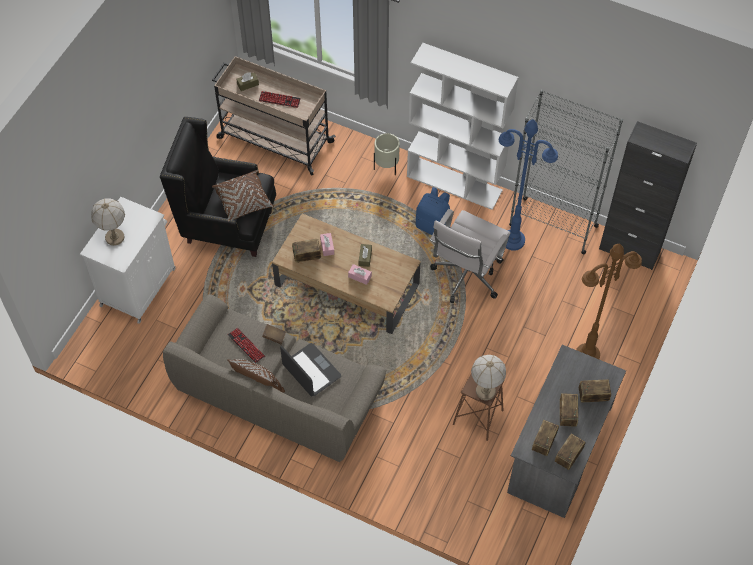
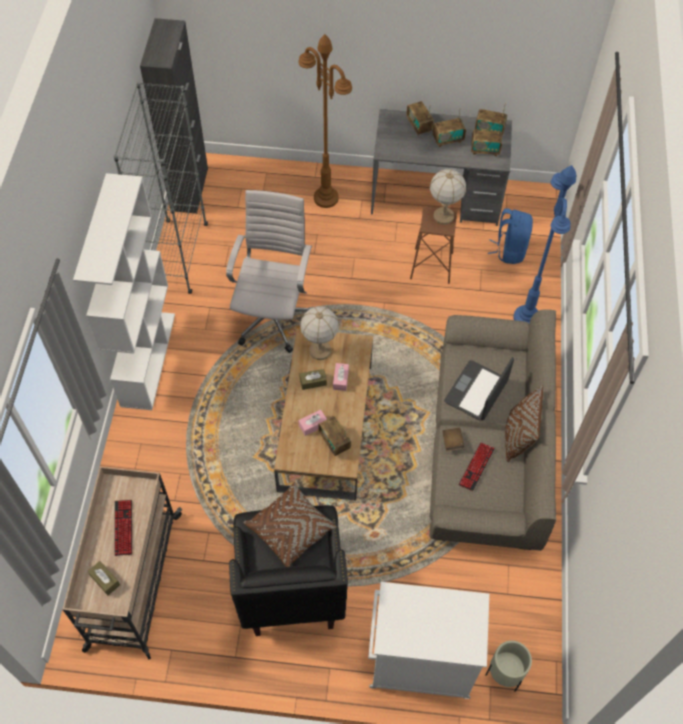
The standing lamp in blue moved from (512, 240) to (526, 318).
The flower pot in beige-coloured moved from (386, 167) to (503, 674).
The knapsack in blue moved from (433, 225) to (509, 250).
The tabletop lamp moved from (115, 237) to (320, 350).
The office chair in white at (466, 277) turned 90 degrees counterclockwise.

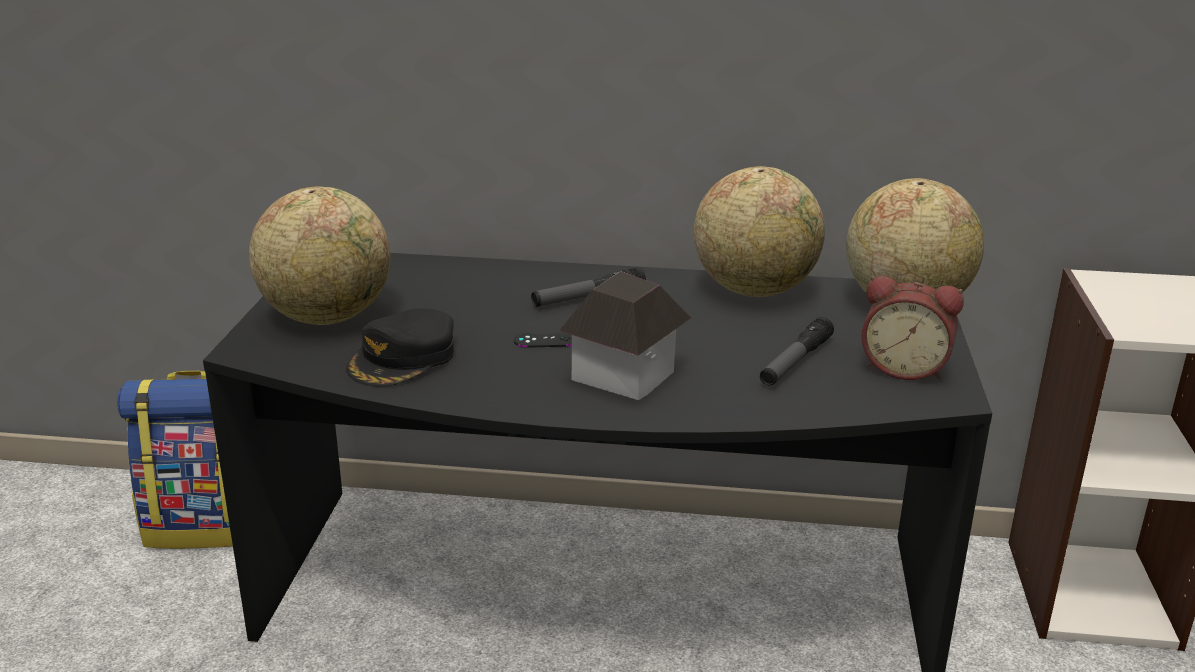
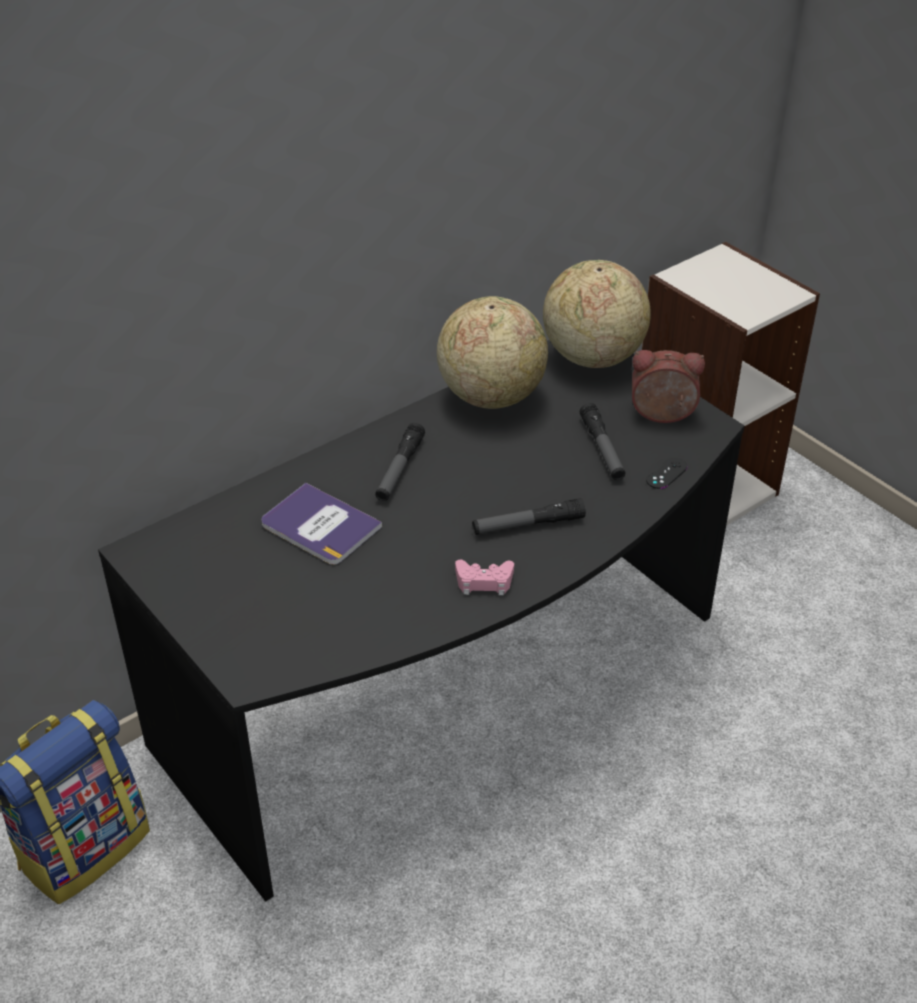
The desk globe at (327, 317) disappeared.
The model house at (624, 375) was replaced by the hand torch at (528, 525).
The bedside clock at (904, 368) turned 150 degrees counterclockwise.
The peaked cap in black-coloured at (403, 359) disappeared.
The joypad in black-coloured moved from (546, 340) to (666, 473).
The book at (320, 526) appeared.
The joypad in pinkish at (484, 582) appeared.

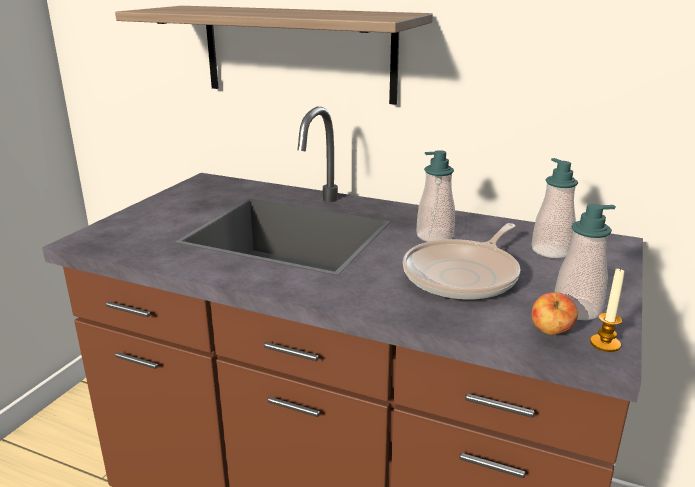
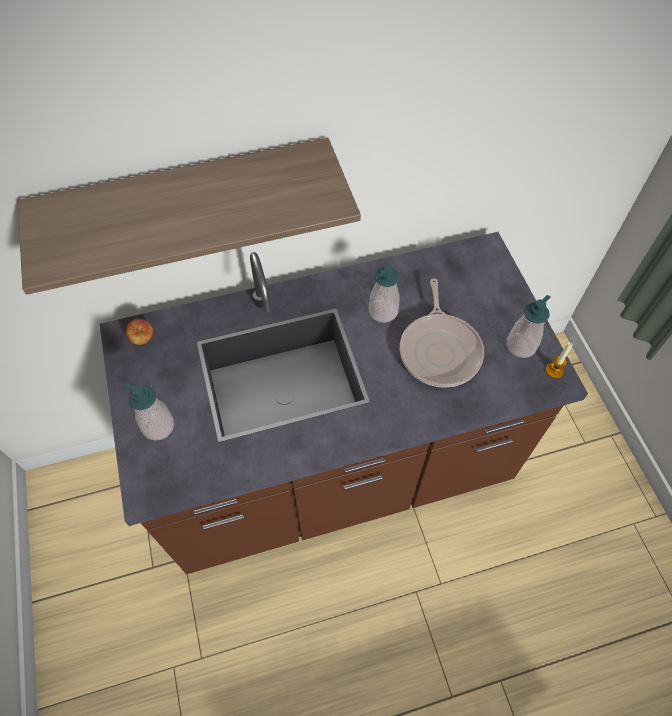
The soap dispenser moved from (551, 251) to (158, 426).
The apple fruit moved from (551, 332) to (142, 339).

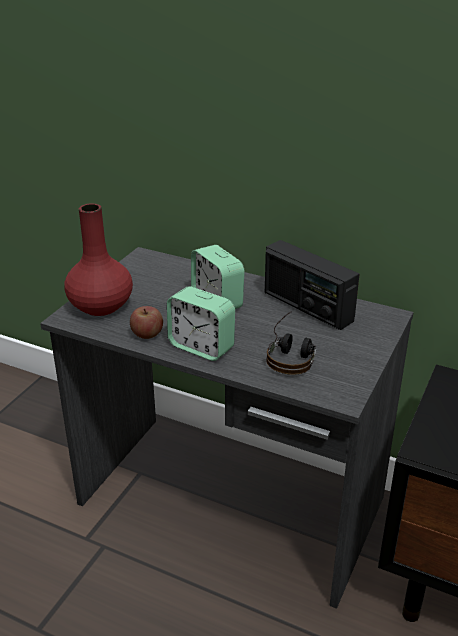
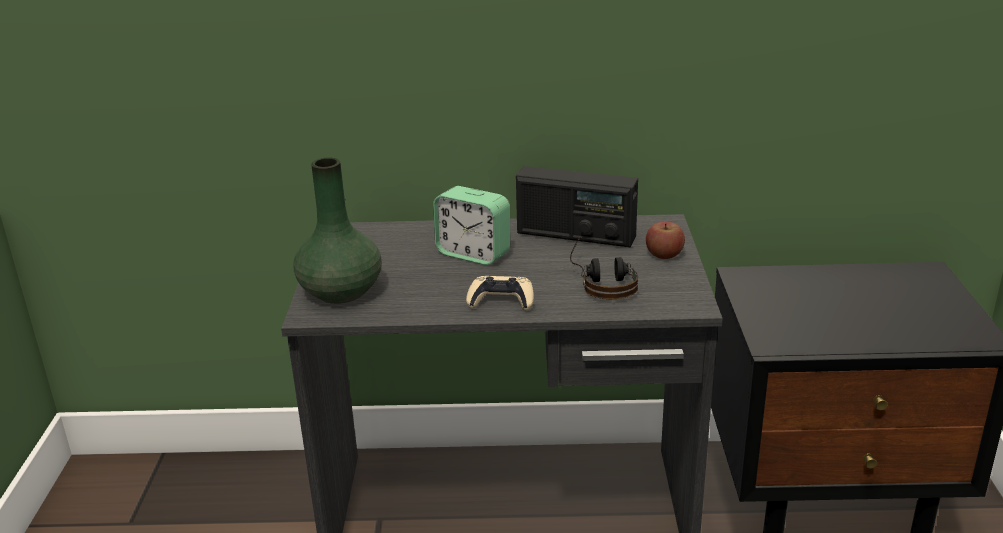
The decorative vase in red-coloured at (101, 306) became the decorative vase in green-coloured at (341, 291).
The bedside clock at (201, 347) was replaced by the joypad in beige-coloured at (501, 300).
The apple fruit moved from (147, 334) to (664, 254).

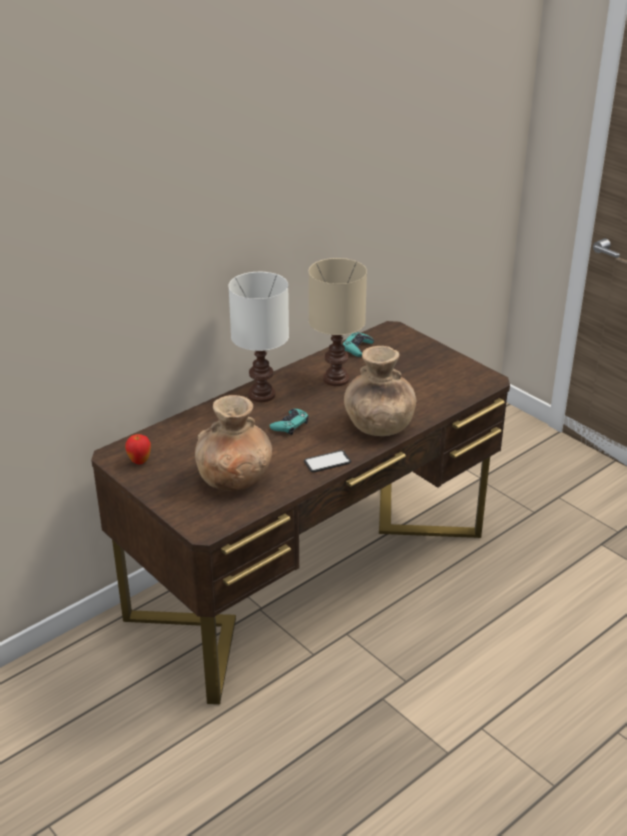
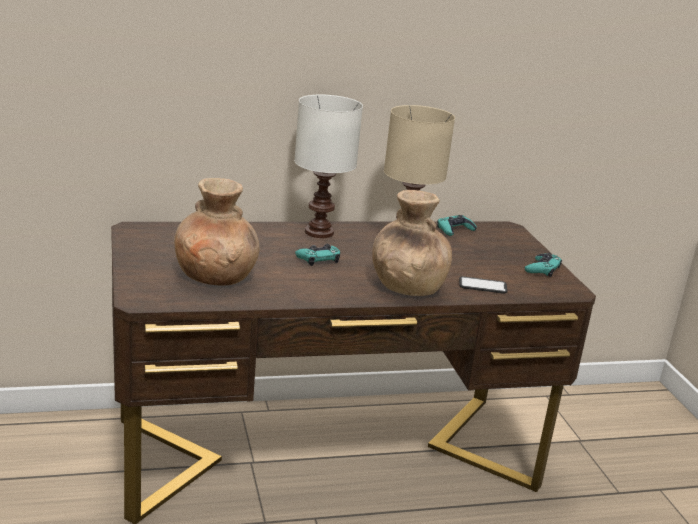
The apple fruit at (139, 461) disappeared.
The phone moved from (327, 462) to (482, 286).
The joypad in turquoise at (542, 269) appeared.

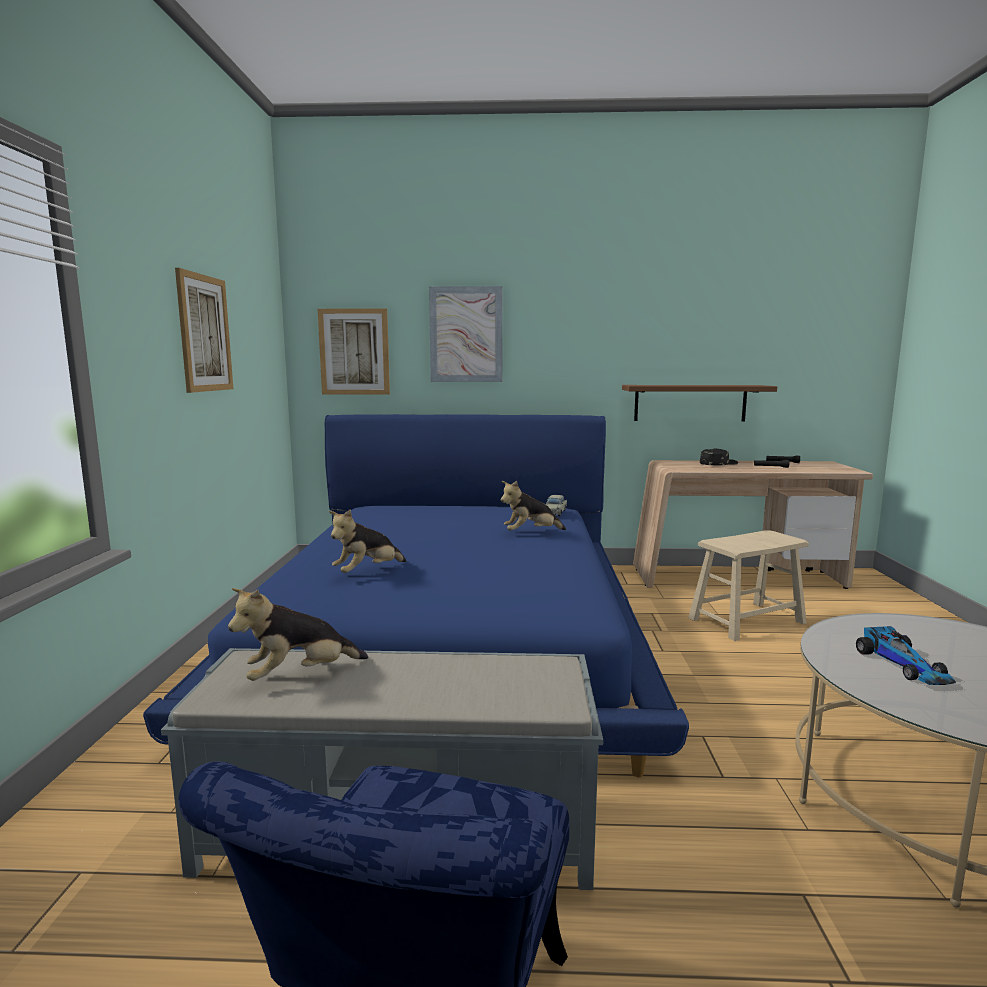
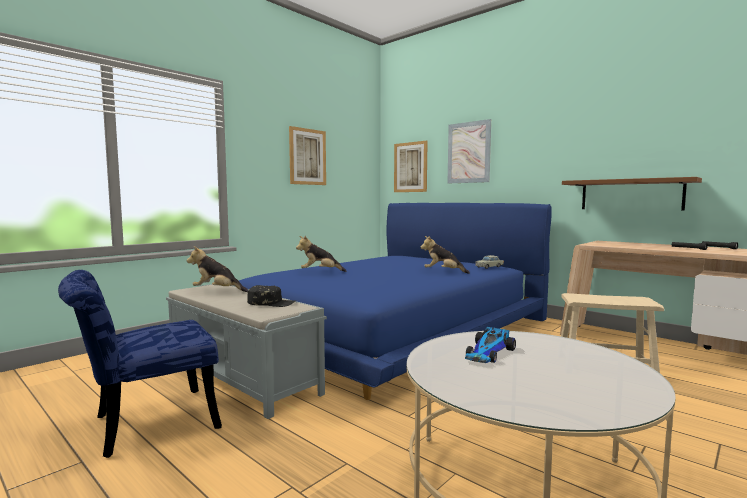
The peaked cap in black-coloured moved from (718, 463) to (271, 303).

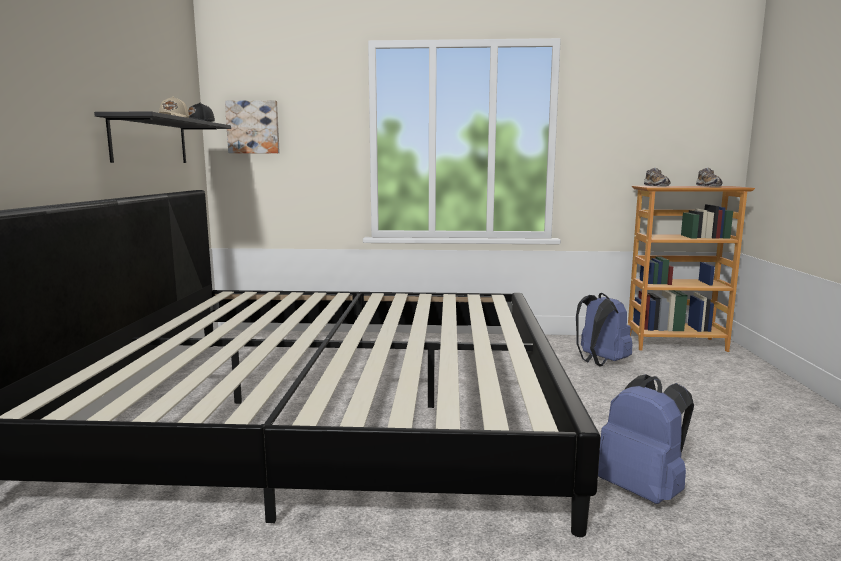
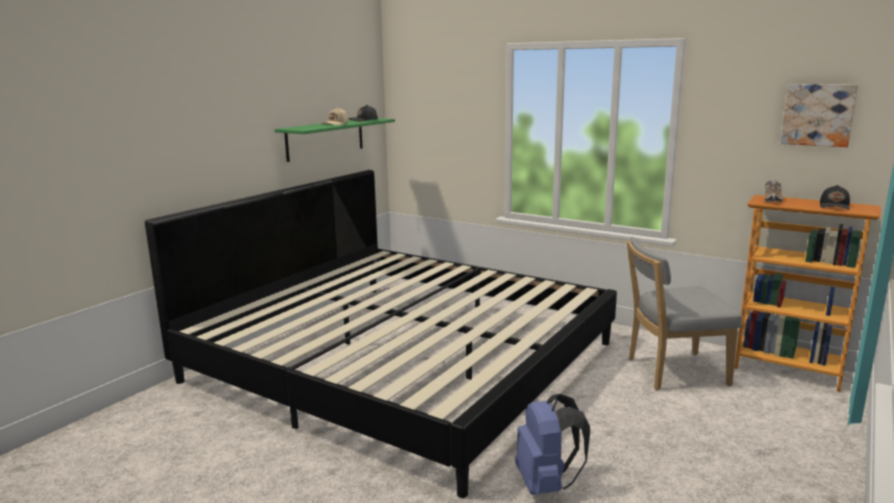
The picture moved from (253, 127) to (818, 114).
The bracket shelf in black-coloured at (150, 141) became the bracket shelf in green-coloured at (325, 138).
The item of footwear at (708, 186) was replaced by the peaked cap in black-coloured at (835, 206).
The knapsack in blue at (600, 362) was replaced by the chair in grey at (672, 372).

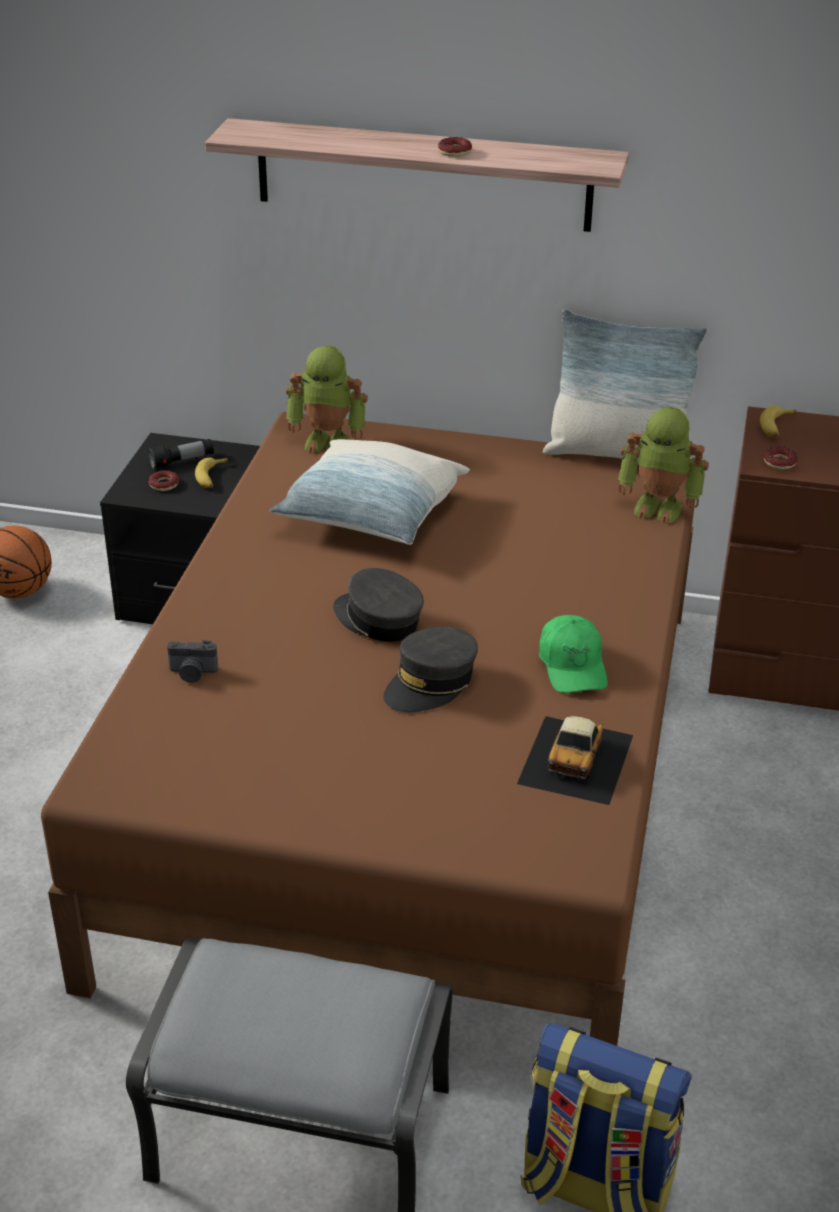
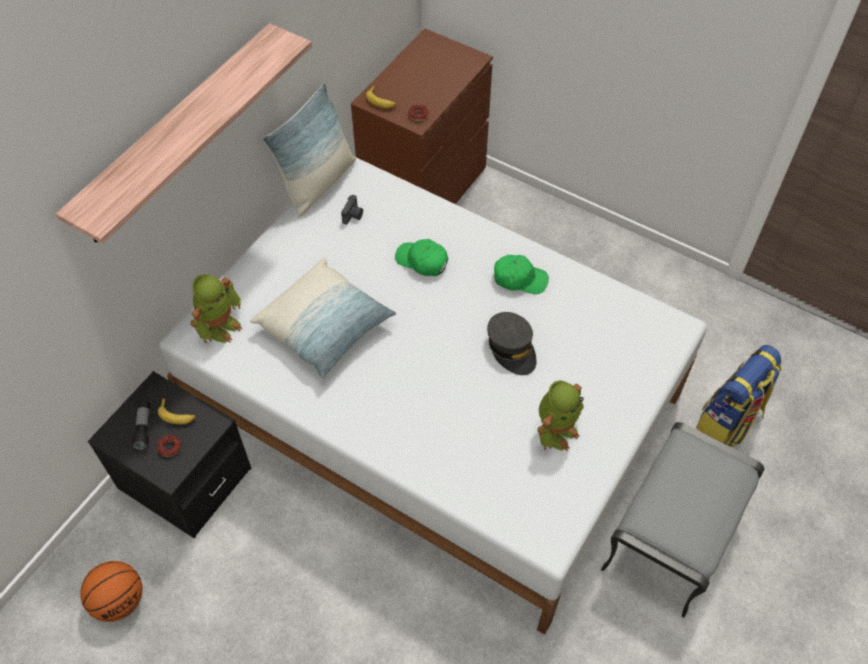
The donut at (454, 152) disappeared.
The robot figure moved from (659, 507) to (556, 430).
The sleeping bed in brown at (419, 779) became the sleeping bed in white at (434, 404).
The peaked cap in grey at (377, 619) disappeared.
The still camera moved from (192, 673) to (353, 216).
The miniature car at (577, 758) disappeared.
The peaked cap in green-coloured at (422, 261) appeared.

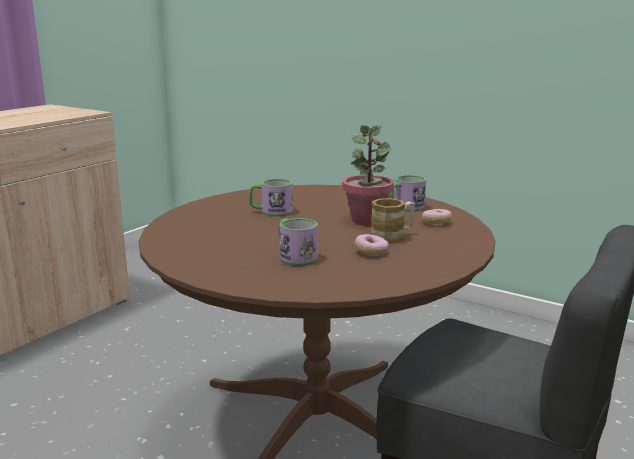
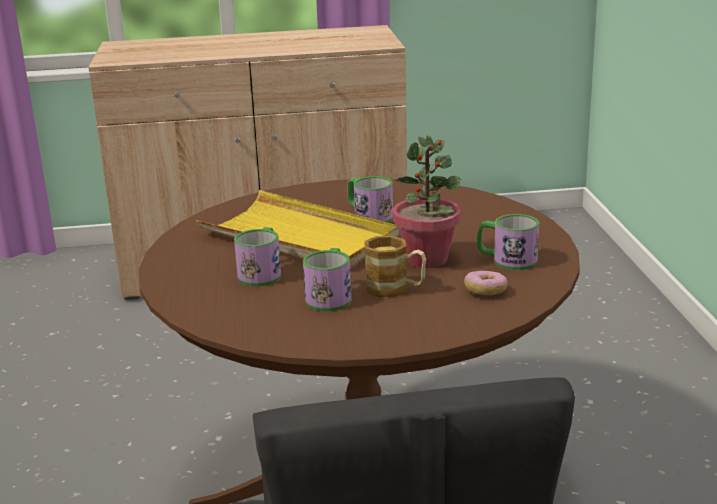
The donut at (371, 252) was replaced by the mug at (330, 296).
The serving tray in yellowish at (299, 237) appeared.

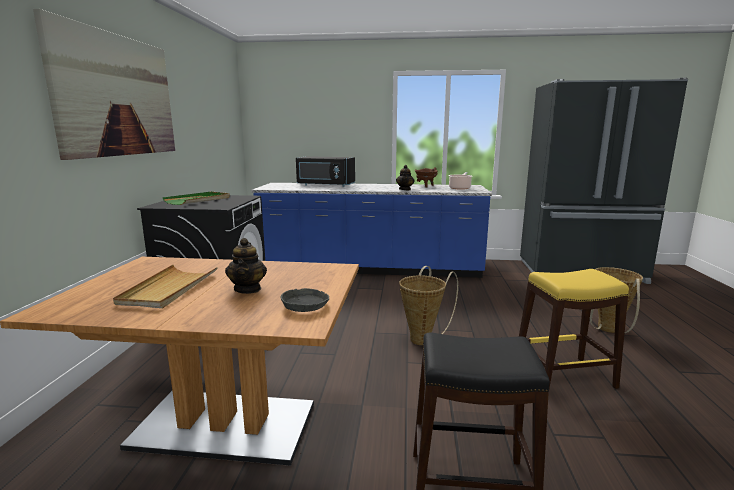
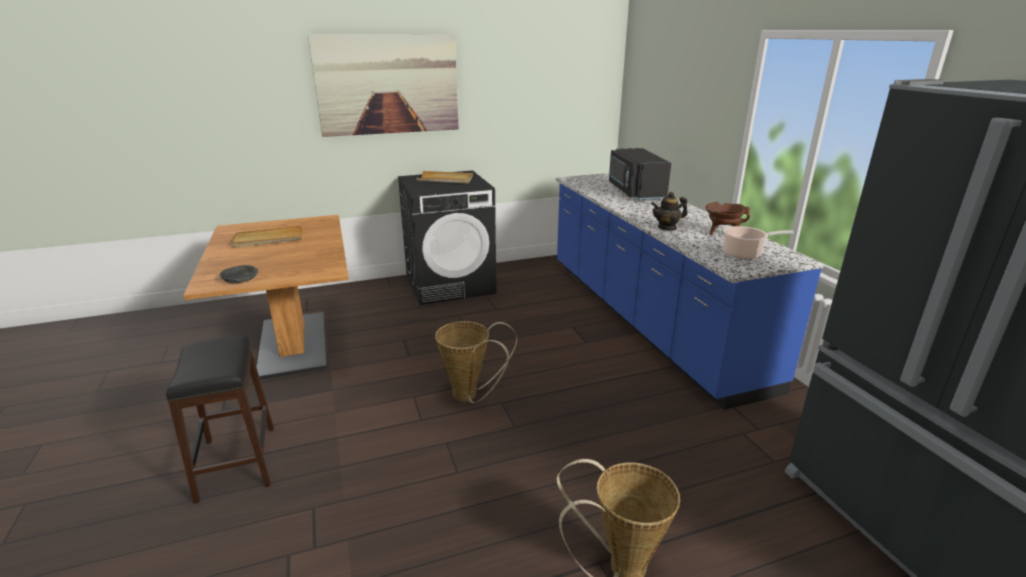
The serving tray in green-coloured at (198, 200) became the serving tray in beige-coloured at (445, 179).
The teapot at (248, 289) disappeared.
The sitting stool in yellowish at (564, 376) disappeared.

